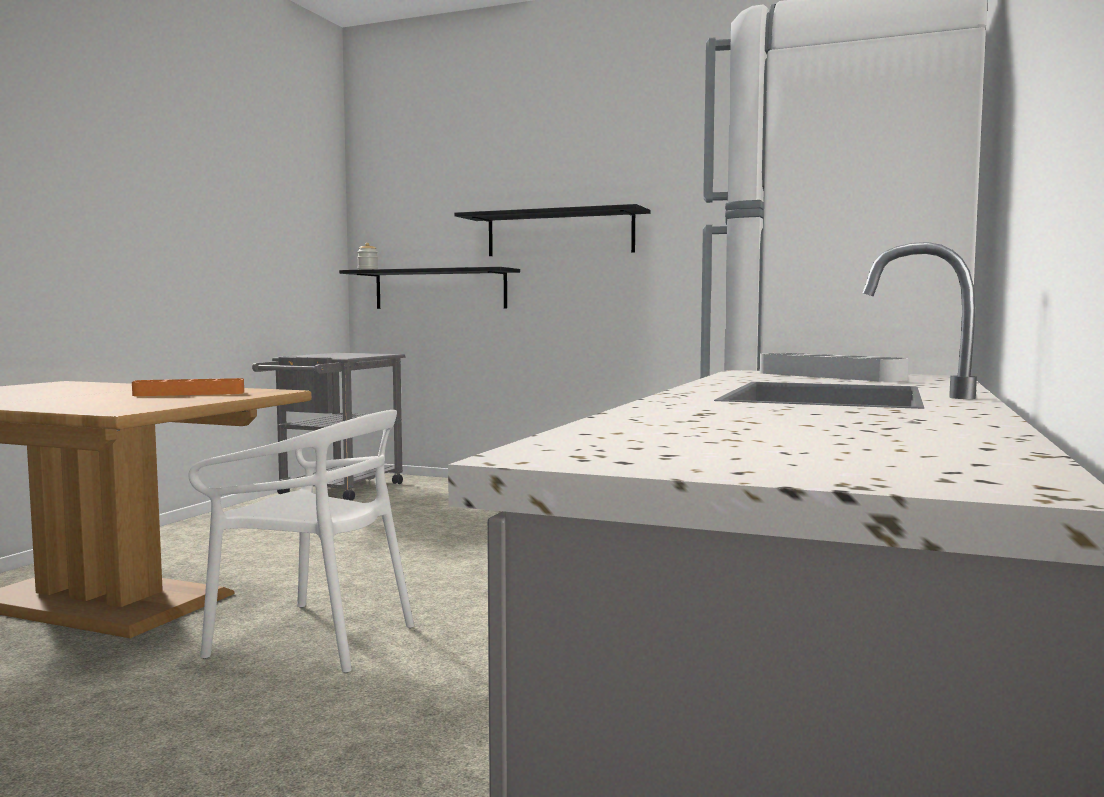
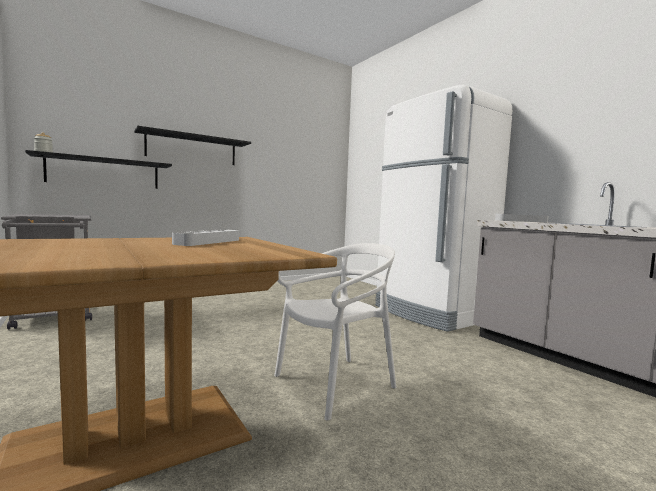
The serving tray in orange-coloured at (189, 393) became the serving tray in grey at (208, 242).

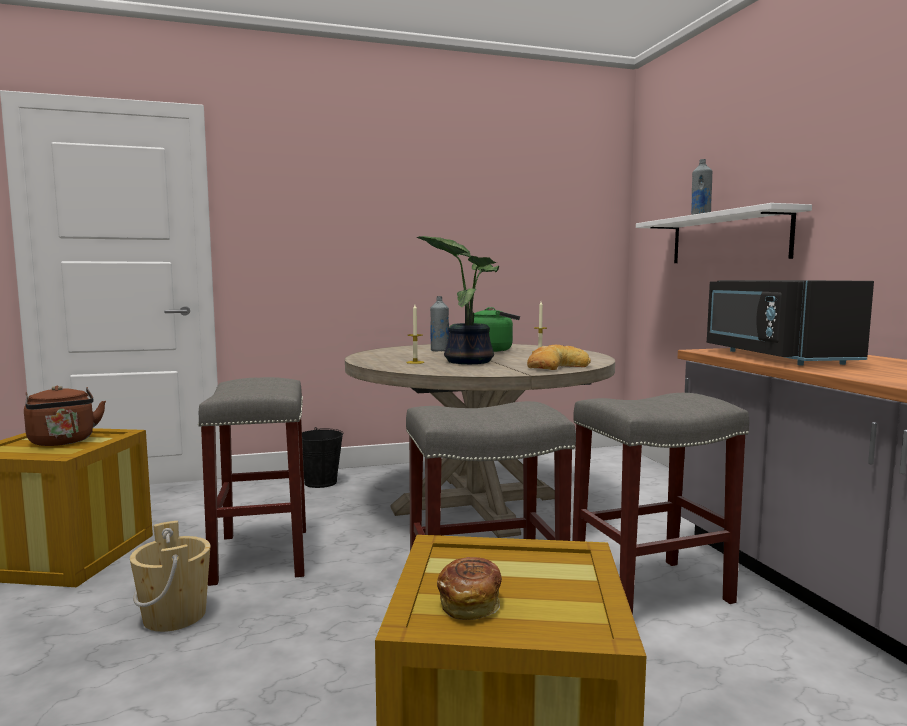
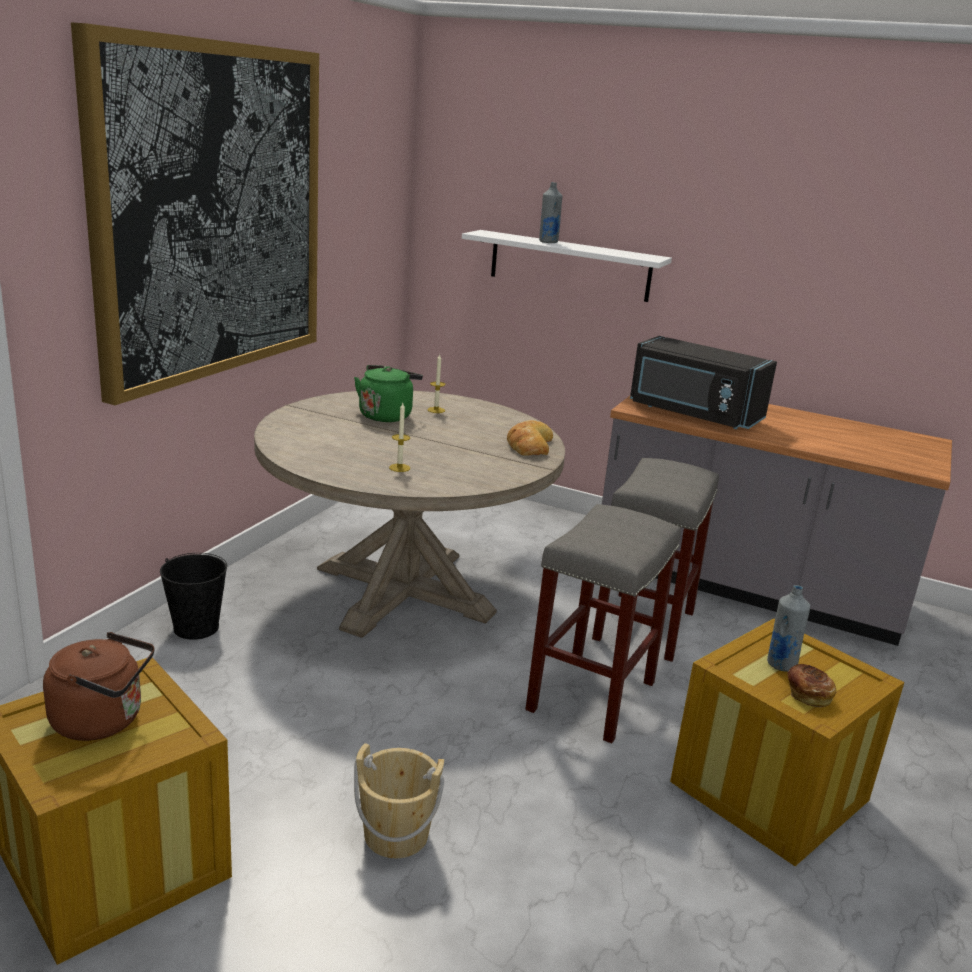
The plant in a pot at (467, 361) disappeared.
The bottle in grey moved from (439, 350) to (781, 664).
The sitting stool in grey at (261, 555) disappeared.
The picture at (212, 213) appeared.

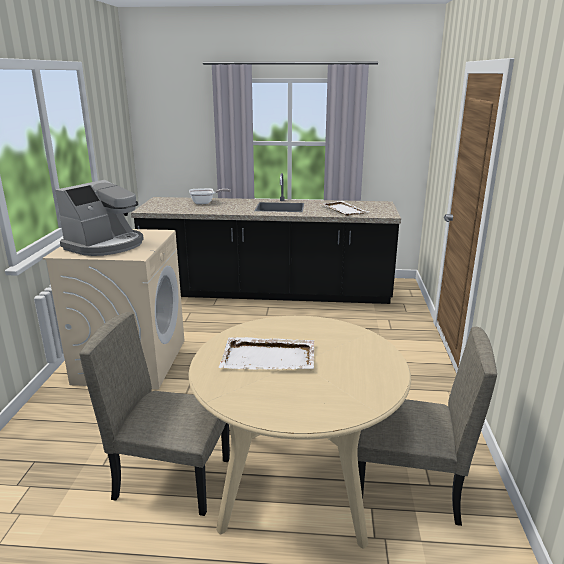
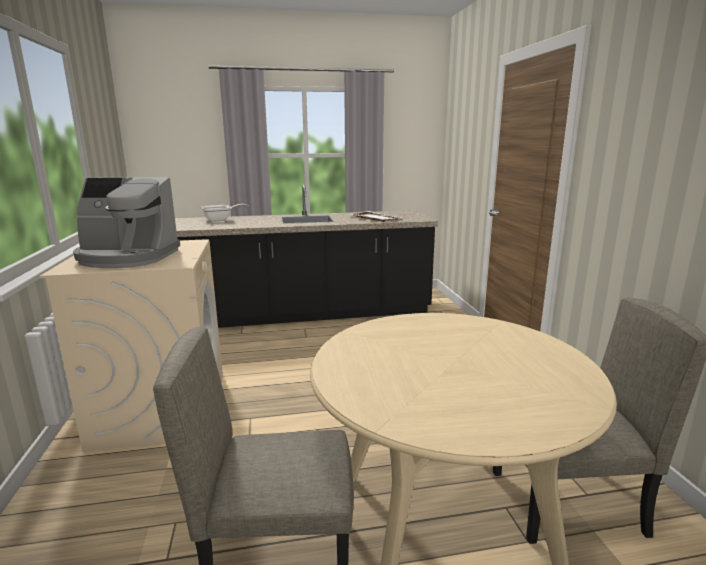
The coffee brewer at (106, 245) turned 75 degrees clockwise.
The serving tray in white at (269, 357) disappeared.

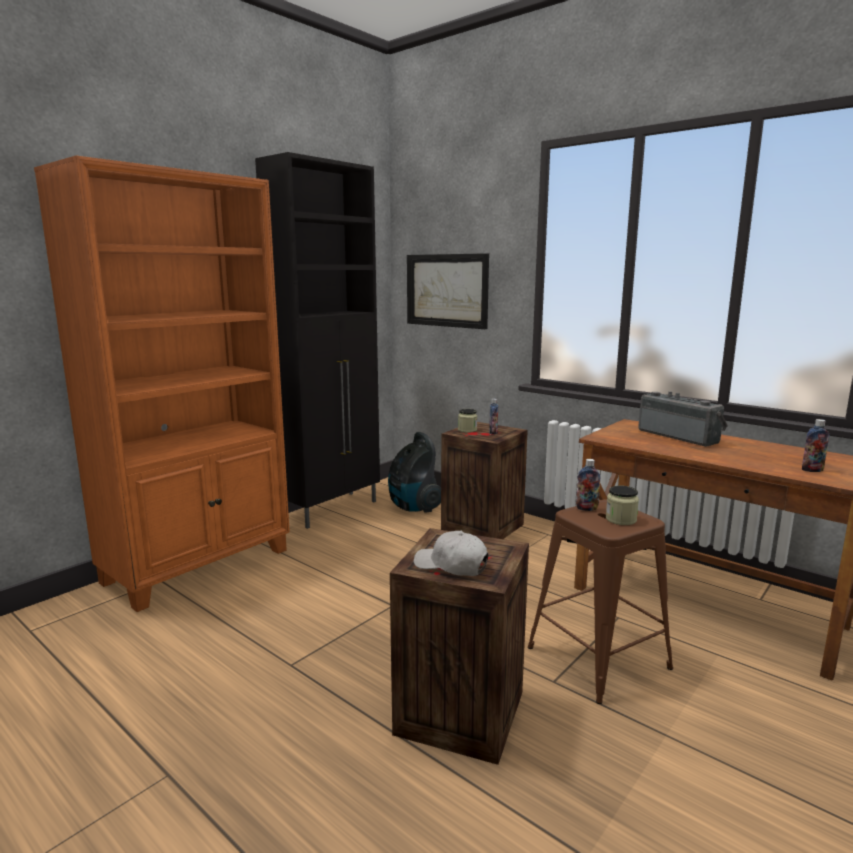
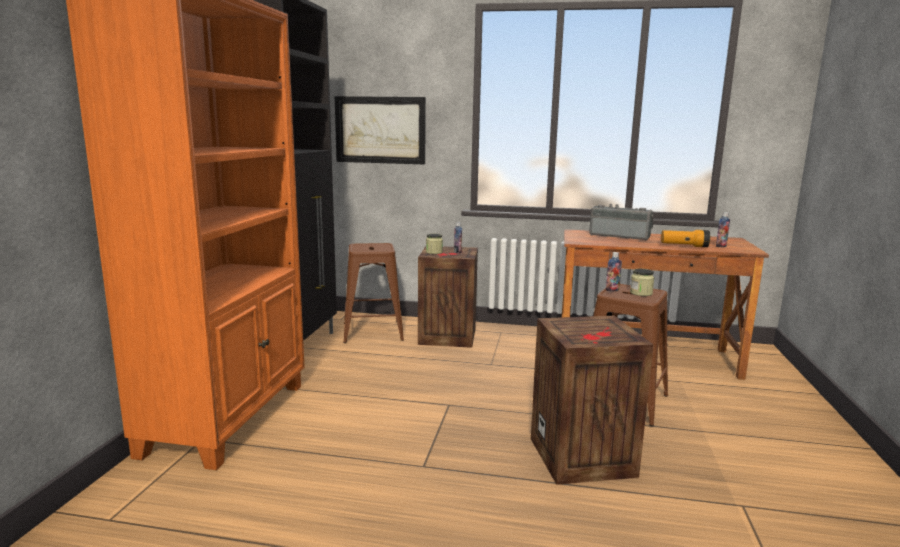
The vacuum at (413, 507) was replaced by the sitting stool in brown at (372, 331).
The peaked cap in white at (451, 565) disappeared.
The hand torch at (684, 246) appeared.

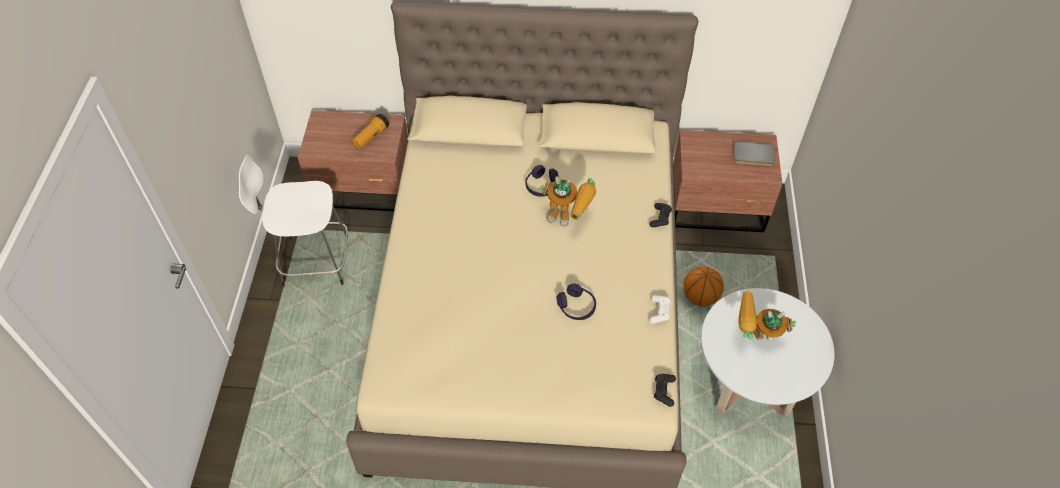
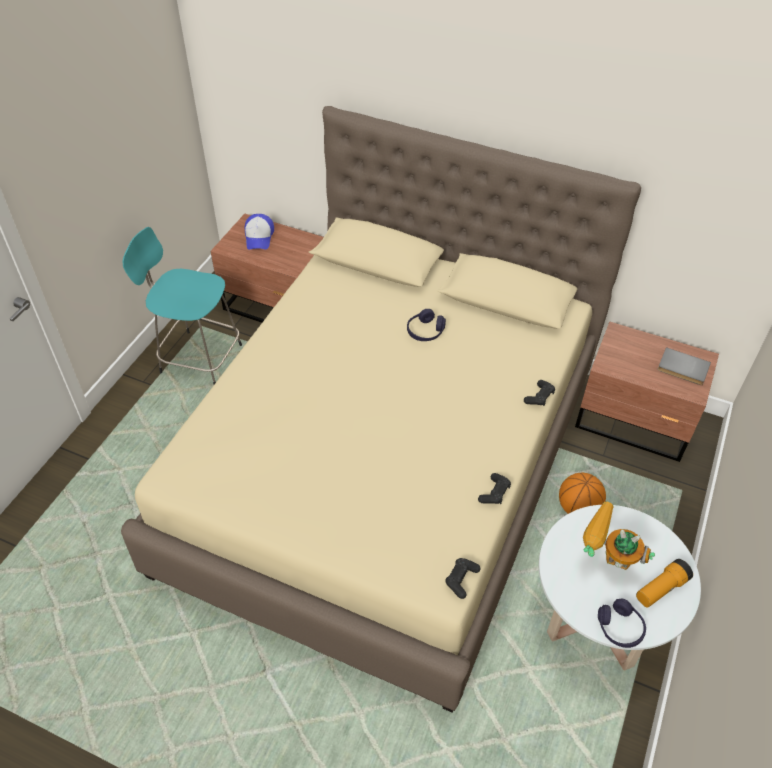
The hand torch moved from (371, 137) to (661, 589).
The sitting stool in white at (312, 261) became the sitting stool in turquoise at (198, 358).
The robot figure at (569, 218) disappeared.
The headset in purplish moved from (576, 306) to (620, 628).
The joypad in white at (659, 312) became the joypad in black-coloured at (494, 493).
The peaked cap at (259, 237) appeared.

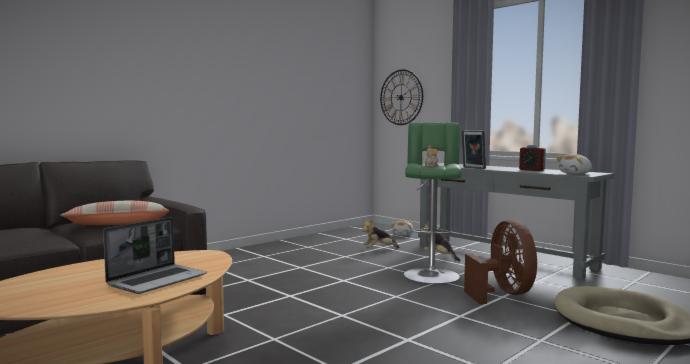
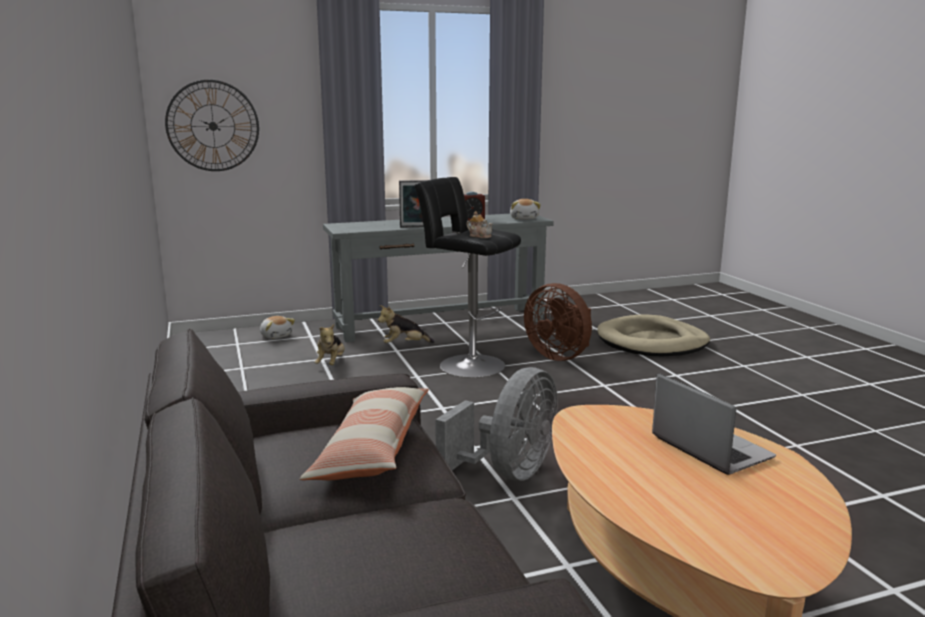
The sitting stool in green-coloured at (431, 274) became the sitting stool in black-coloured at (468, 365).
The electric fan in brown at (503, 294) turned 150 degrees counterclockwise.
The electric fan in grey at (508, 472) appeared.

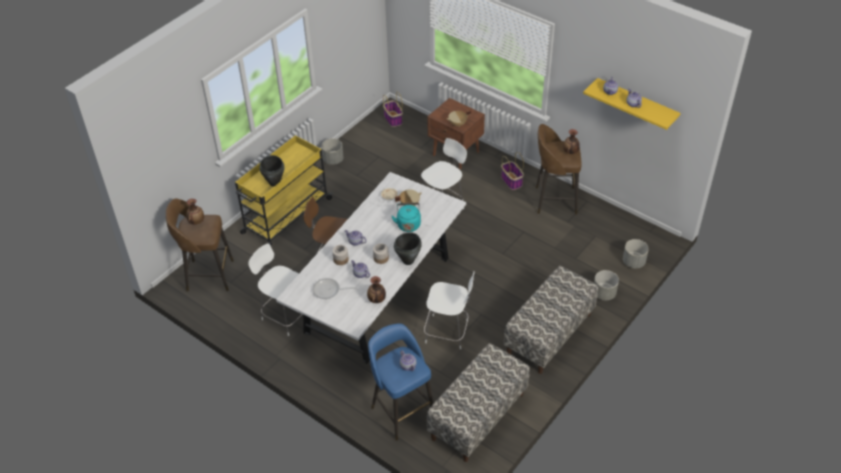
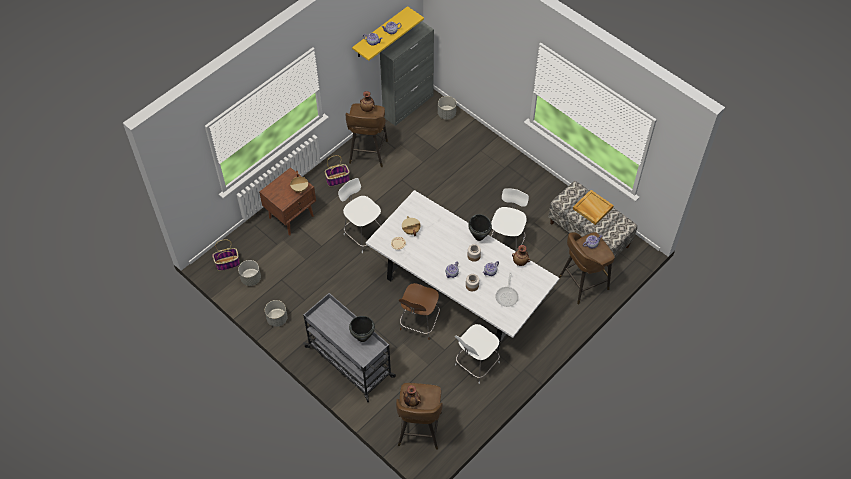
The wheeled cart in yellowish at (286, 216) became the wheeled cart in grey at (350, 362).
The tea kettle in turquoise at (408, 224) disappeared.
The long seat at (549, 334) disappeared.
The flower pot in grey moved from (604, 293) to (251, 278).
The sitting stool in blue at (401, 411) became the sitting stool in brown at (582, 283).
The cupboard in grey at (408, 106) appeared.
The serving tray in beige-coloured at (592, 208) appeared.

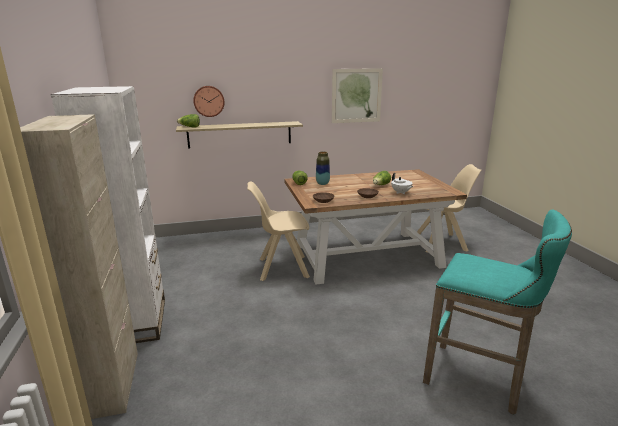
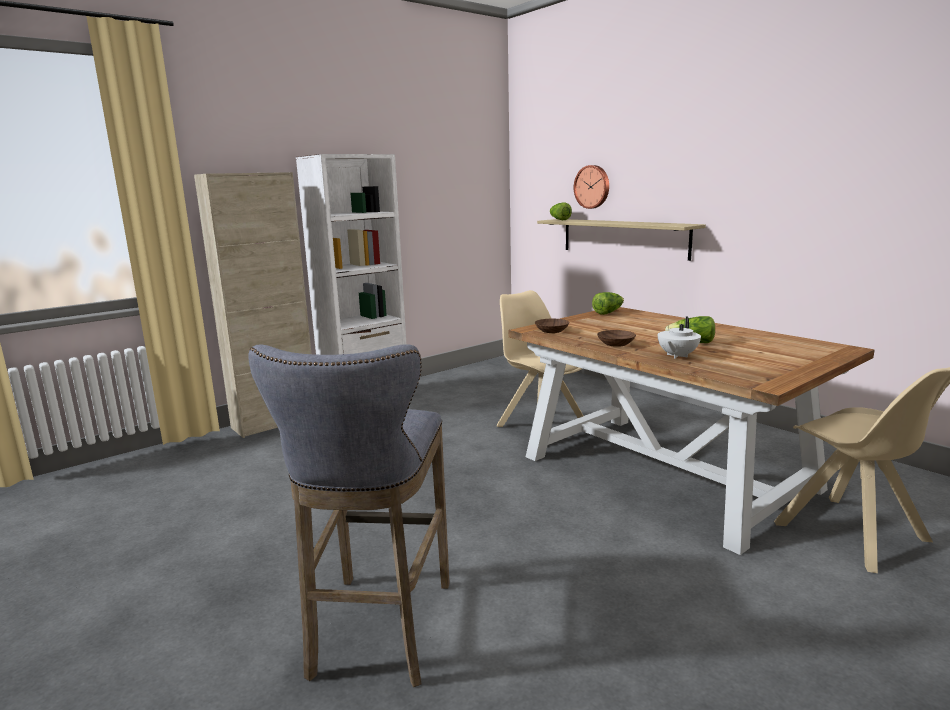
The picture at (356, 96) disappeared.
The decorative vase at (322, 183) disappeared.
The sitting stool in turquoise at (479, 379) became the sitting stool in grey at (379, 633).

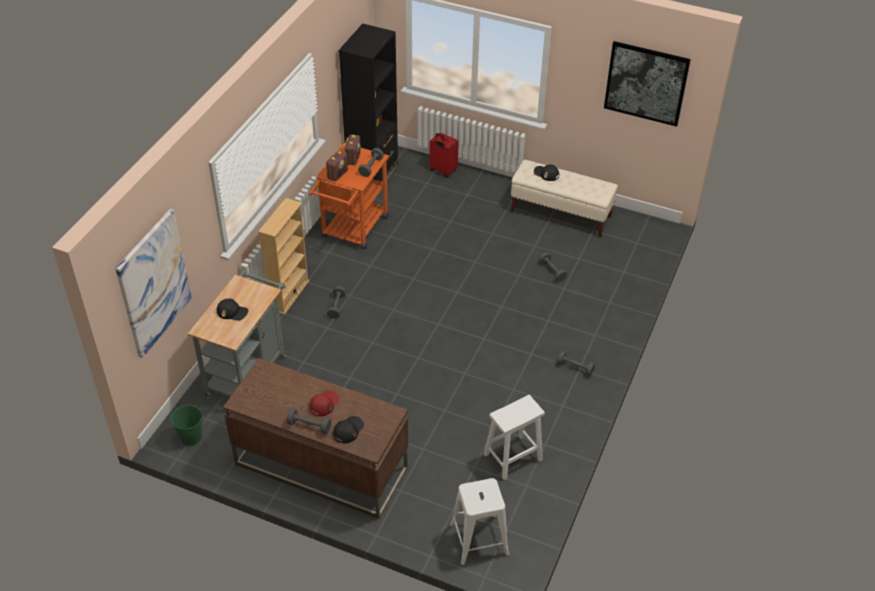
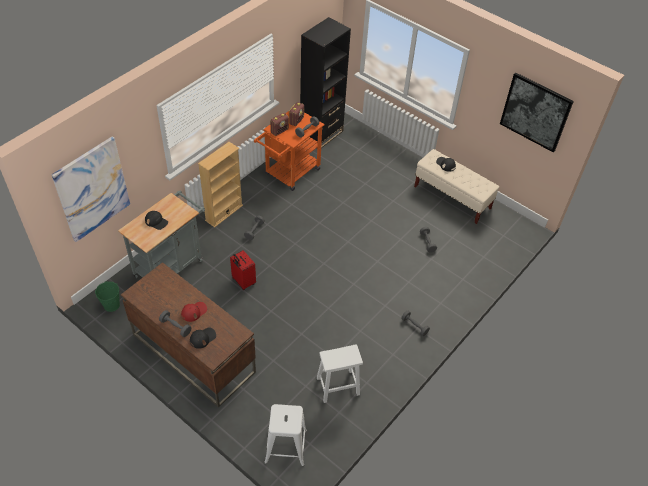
The suitcase in red-coloured moved from (442, 171) to (243, 282).

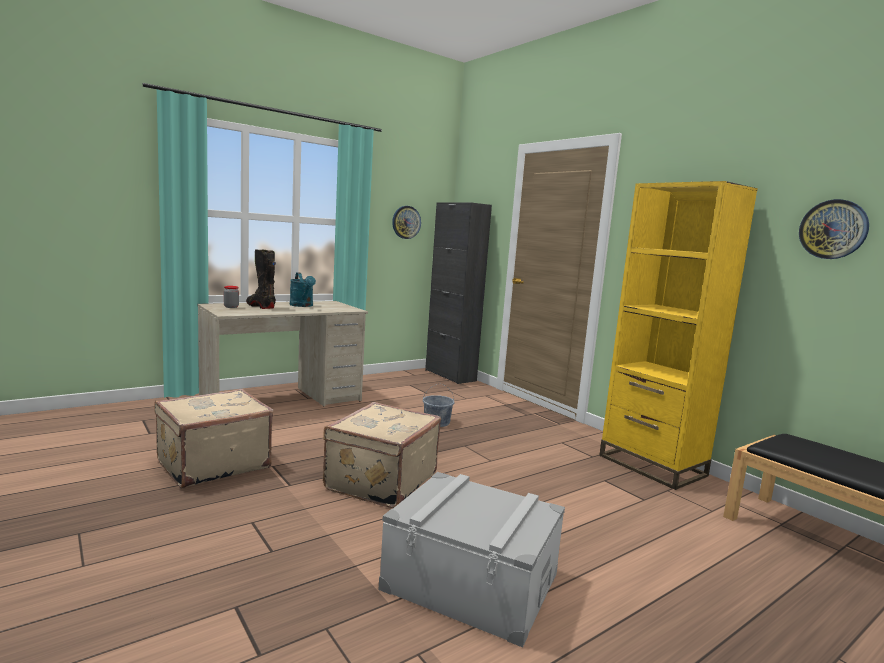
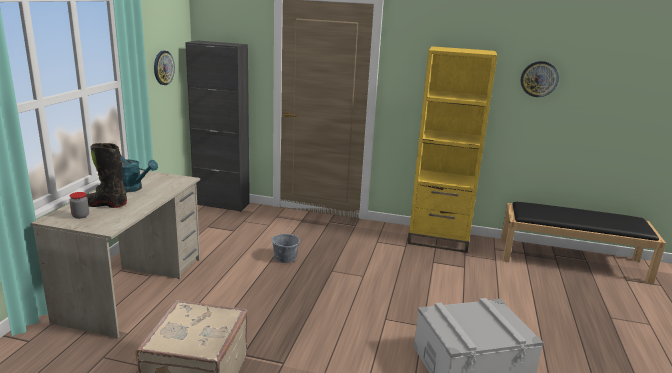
The suitcase in beige-coloured at (379, 481) disappeared.

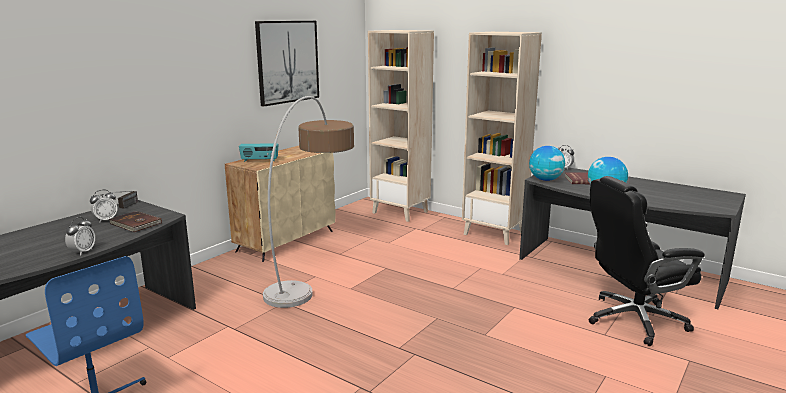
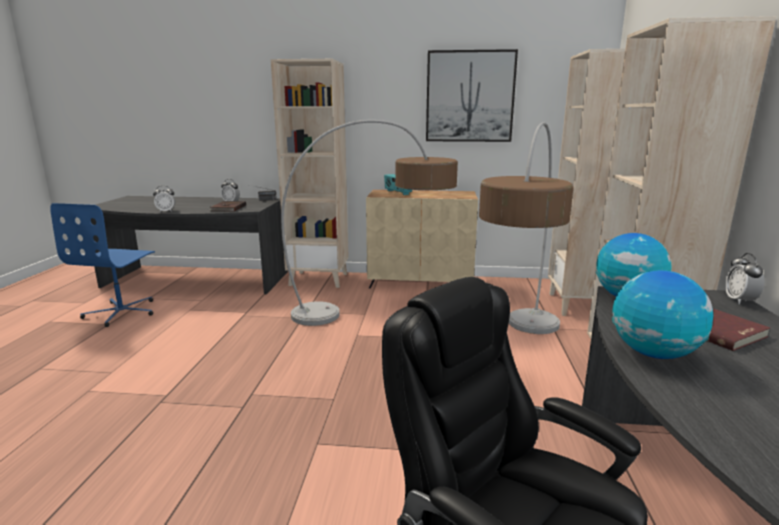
The shelving unit in beige-coloured at (319, 279) appeared.
The standing lamp at (520, 353) appeared.

